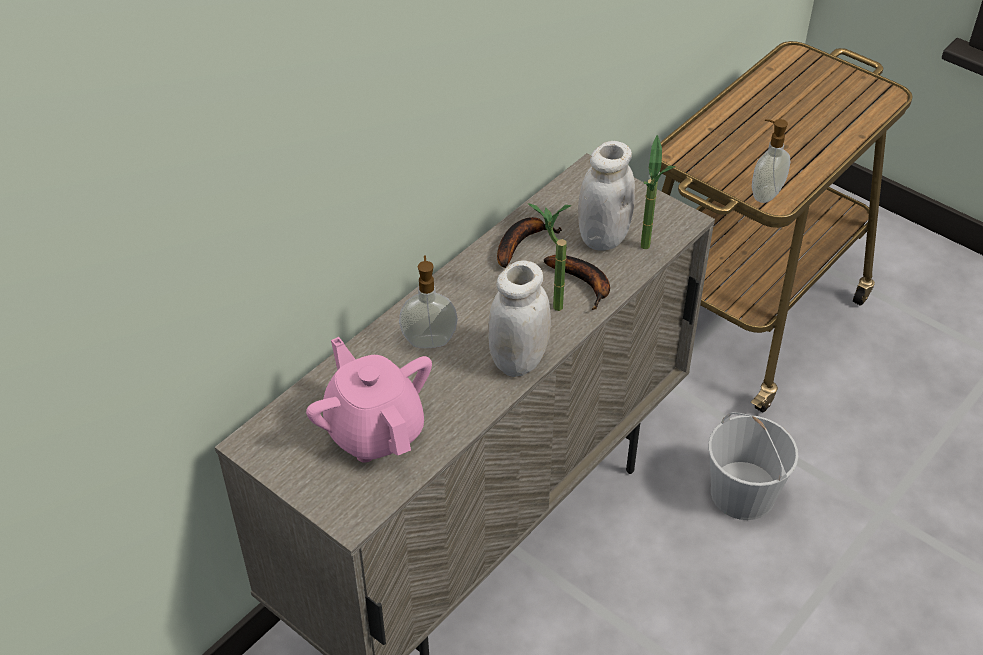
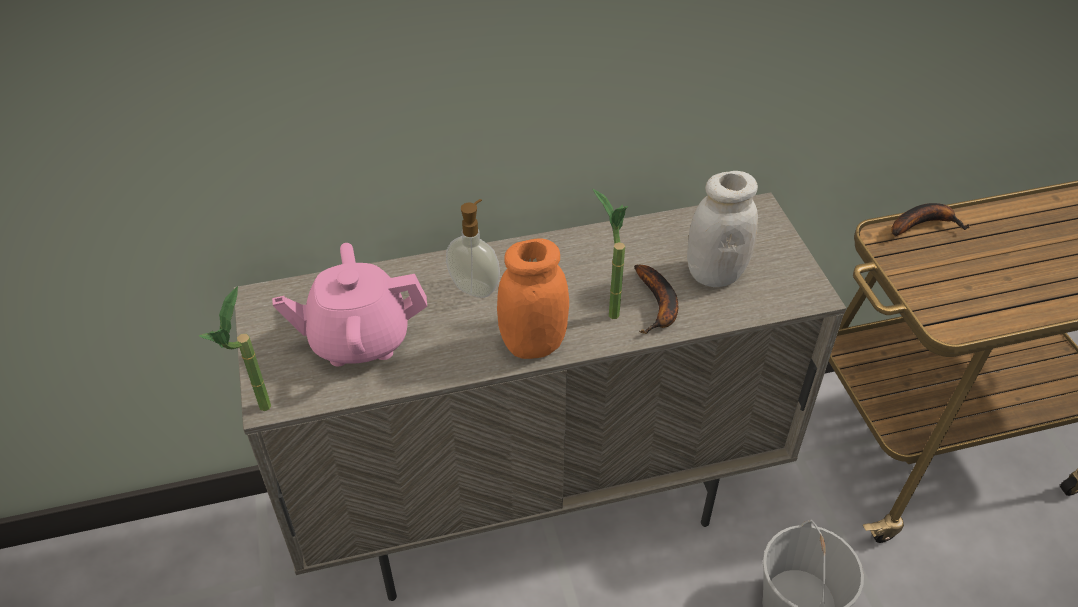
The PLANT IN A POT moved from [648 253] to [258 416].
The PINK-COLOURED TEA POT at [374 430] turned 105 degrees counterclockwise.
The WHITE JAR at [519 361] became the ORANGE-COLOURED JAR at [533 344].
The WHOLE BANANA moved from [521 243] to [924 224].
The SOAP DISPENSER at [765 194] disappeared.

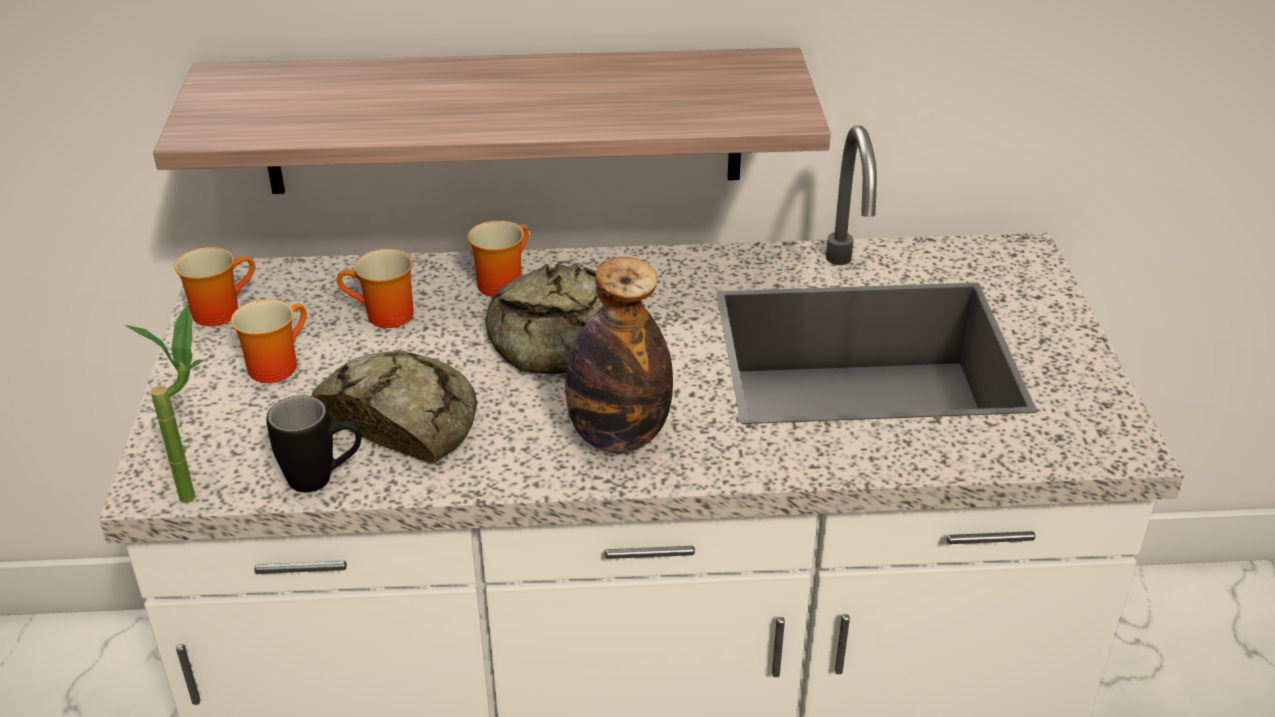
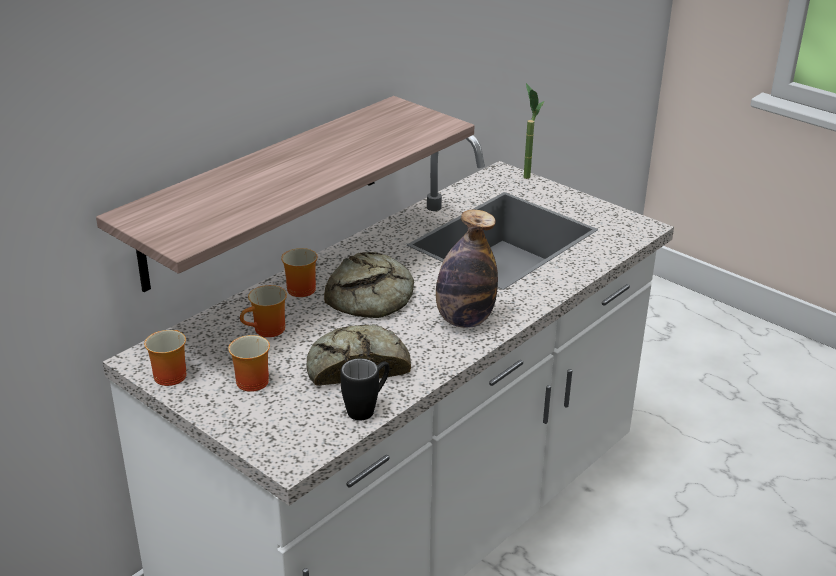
The PLANT IN A POT moved from [202 490] to [526 174].

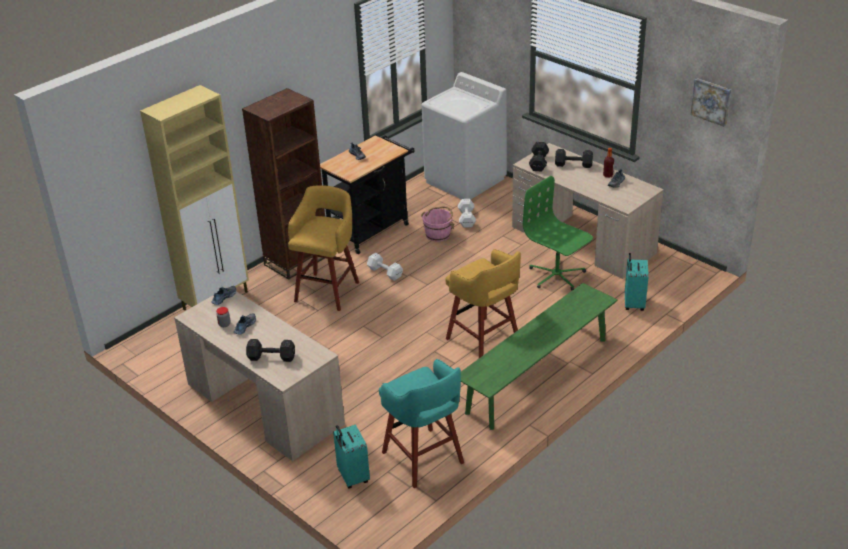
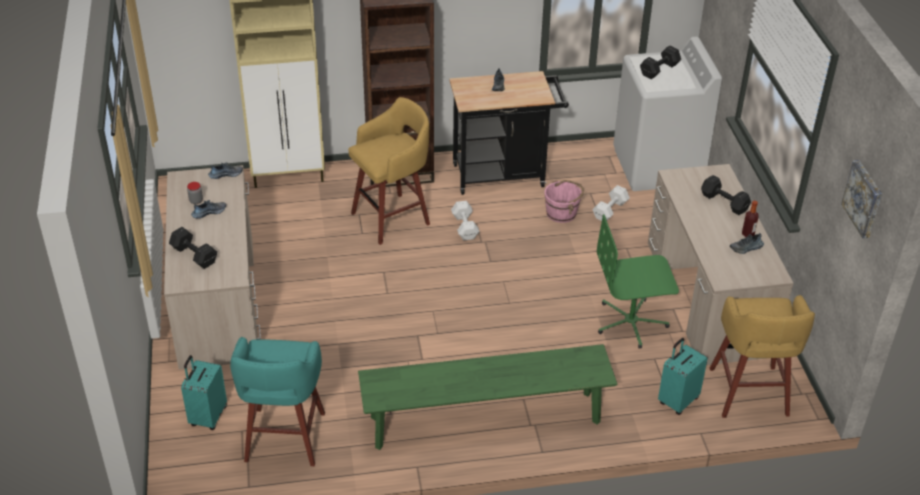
The GREEN-COLOURED COMPUTER CHAIR at [556 275] turned 90 degrees counterclockwise.
The BLACK FREE WEIGHT moved from [539 162] to [660 69].
The YELLOW-COLOURED STOOL SEAT moved from [484 342] to [749 394].

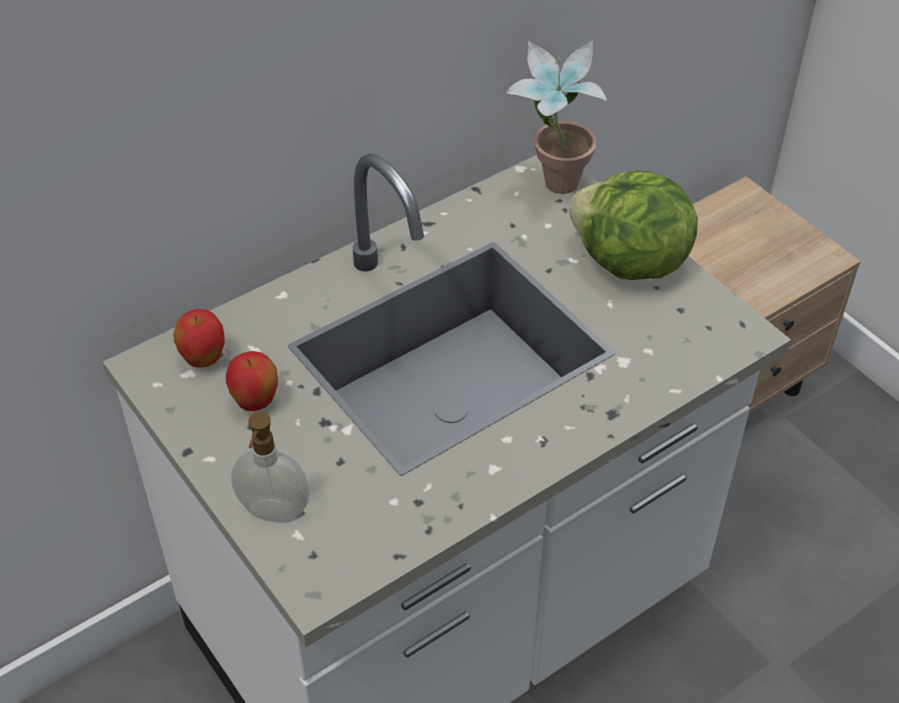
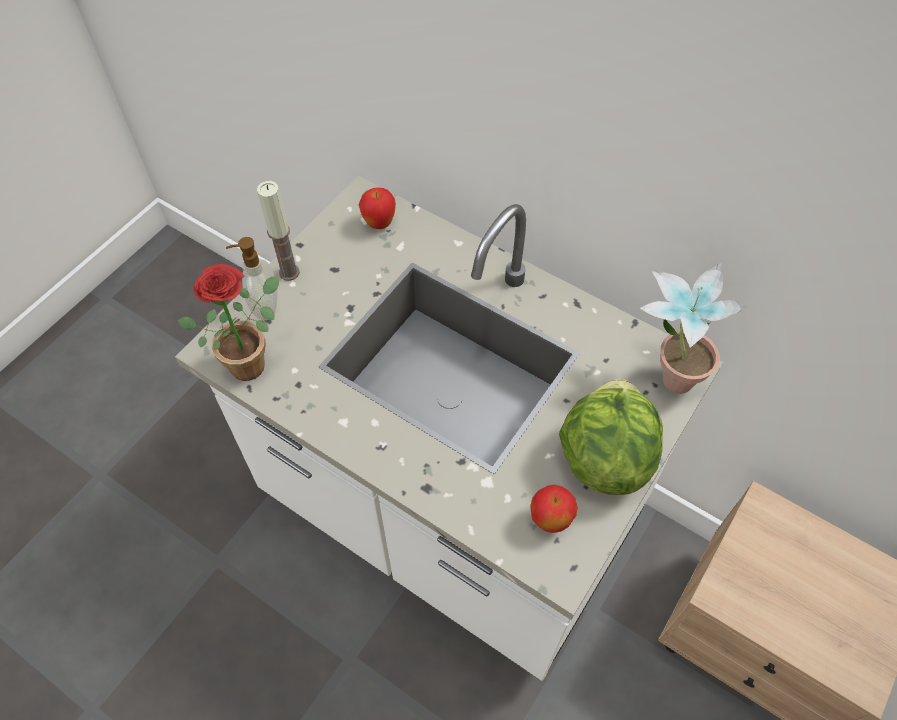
The PLANT IN A POT at [252 360] appeared.
The WAX LIGHT at [289 272] appeared.
The APPLE FRUIT moved from [255 403] to [550 520].

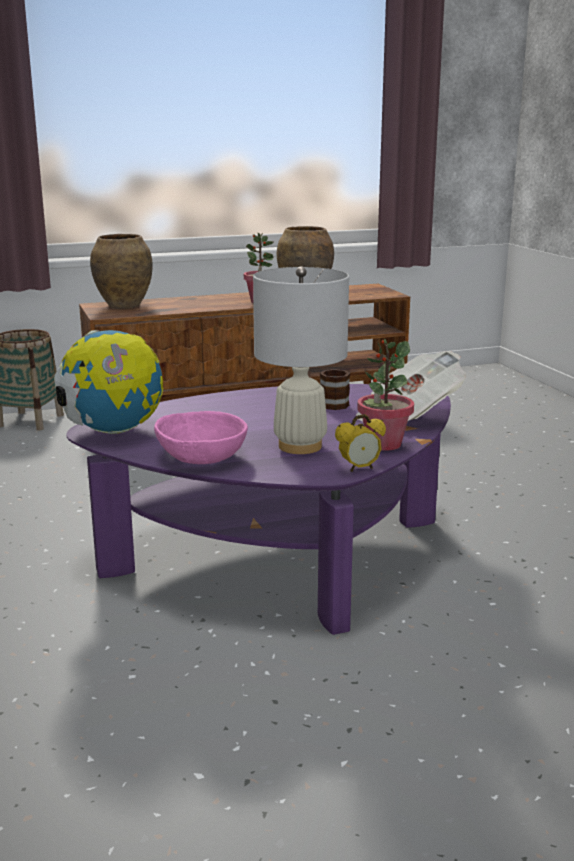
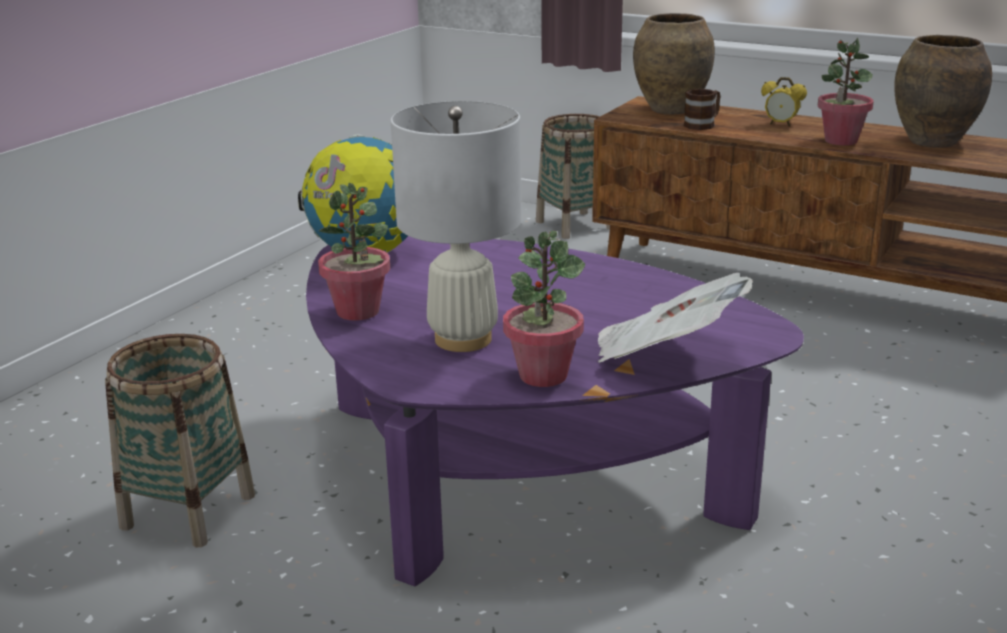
The HOUSEHOLD BASKET at [188 511] appeared.
The PINK-COLOURED BOWL at [201 457] was replaced by the PLANT IN A POT at [358 311].
The BROWN-COLOURED COFFEE MUG moved from [334 403] to [703 124].
The BEDSIDE CLOCK moved from [359 468] to [781 124].

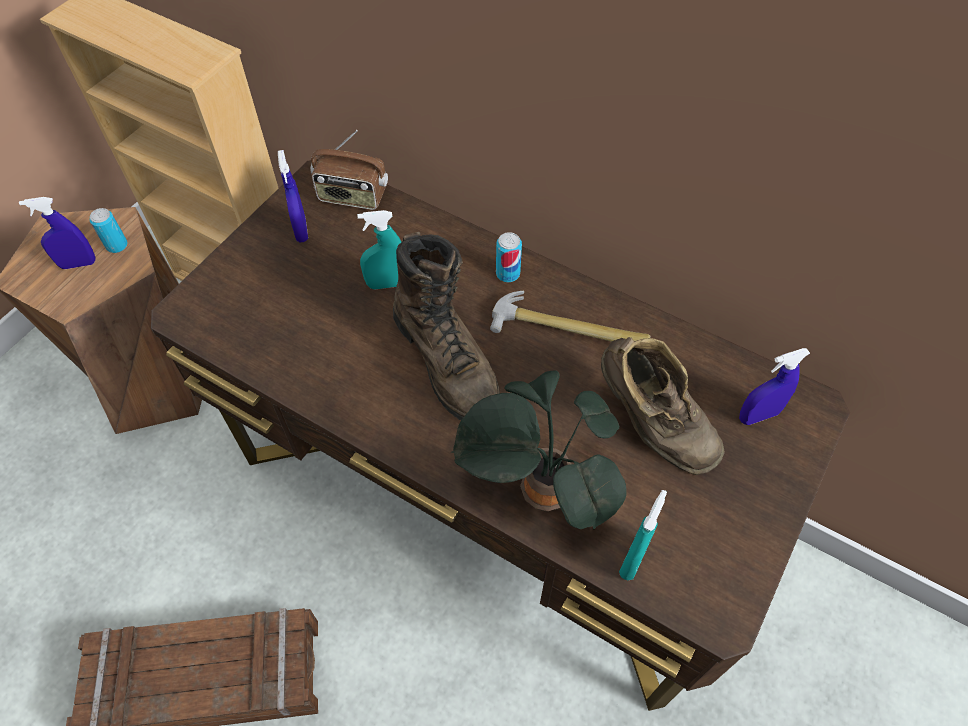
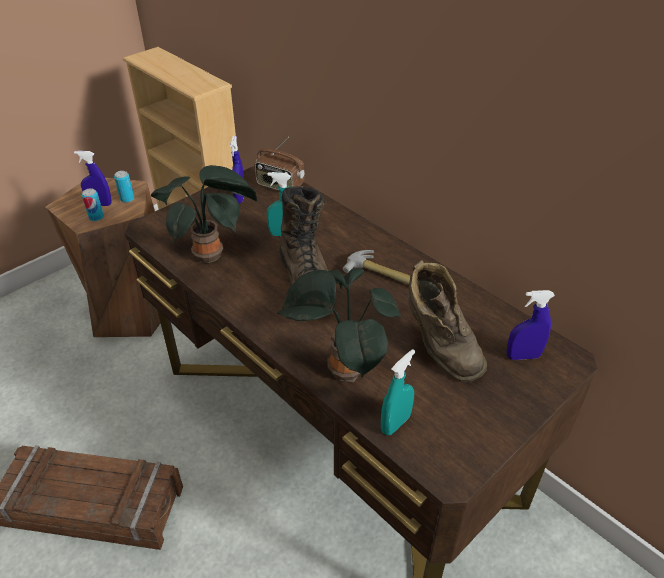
The CAN moved from [507 274] to [96 217].
The PLANT IN A POT at [212 254] appeared.

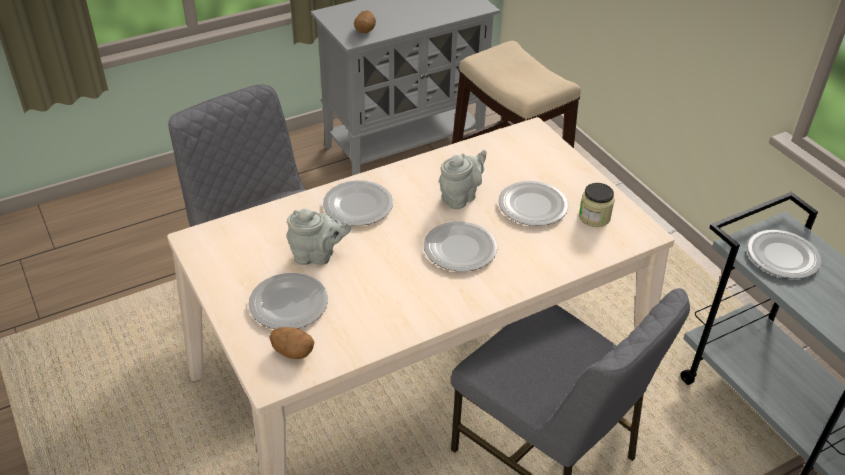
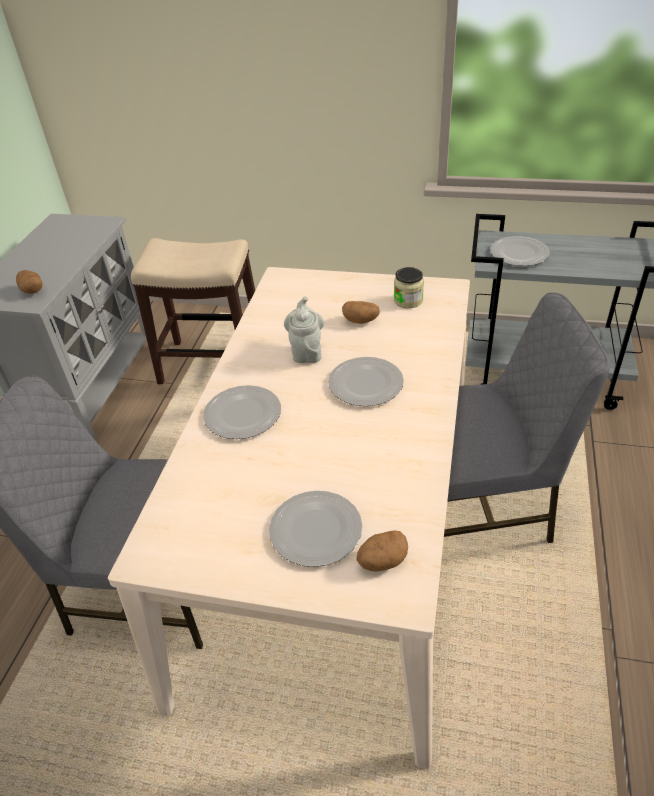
The FLAT DISH at [533 205] was replaced by the SPUD at [361 321].
The GREY TEA POT at [317 256] disappeared.

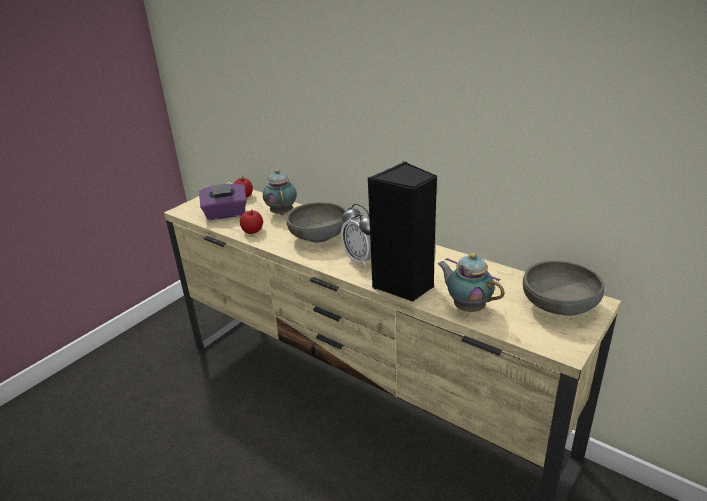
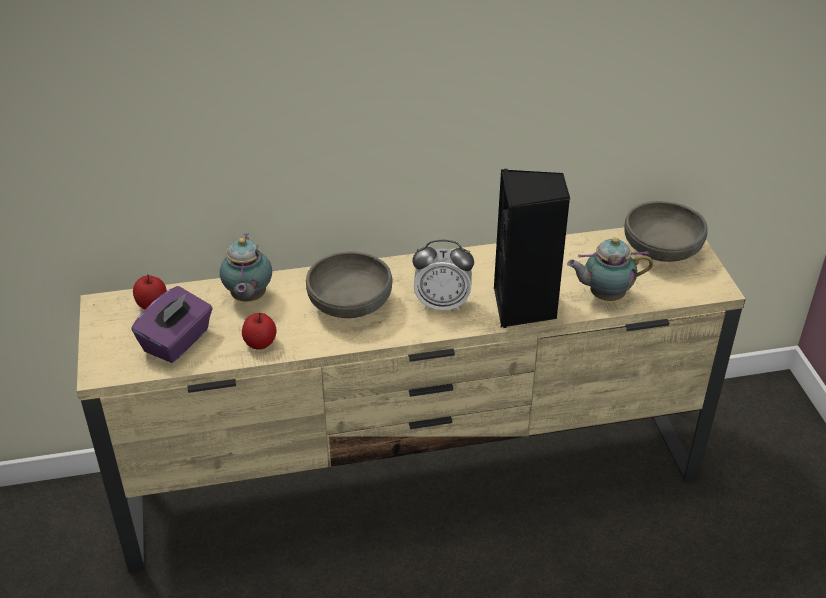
The TEA POT at [282 212] turned 120 degrees counterclockwise.

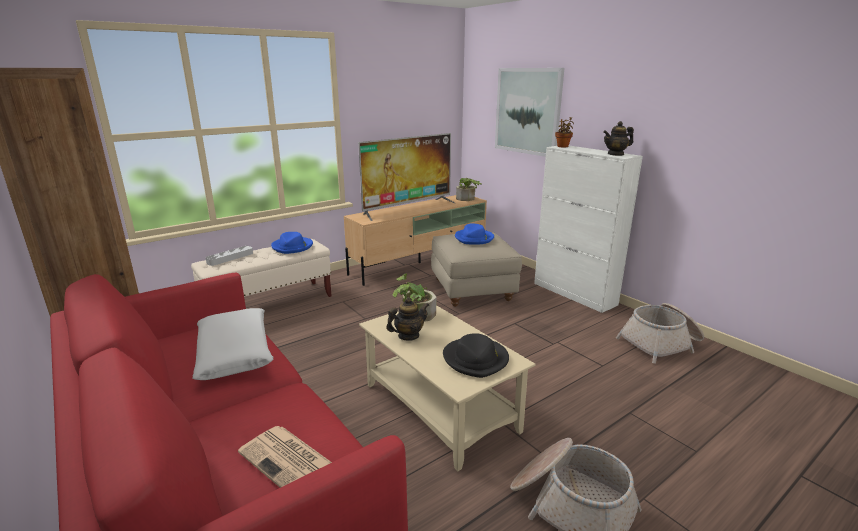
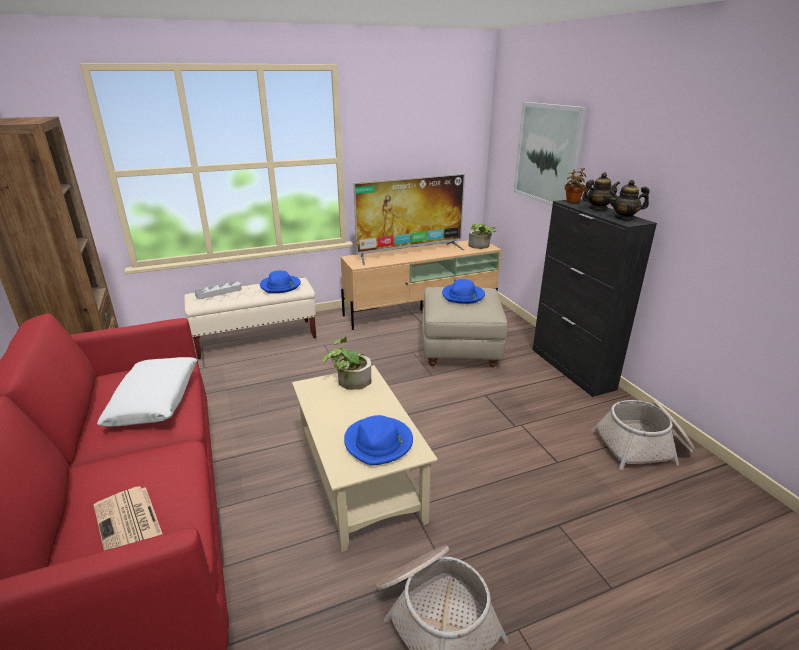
The BLACK HAT at [476 359] became the BLUE HAT at [379 443].
The WHITE CUPBOARD at [574 294] became the BLACK CUPBOARD at [572 369].
The TEA POT moved from [408 336] to [597 209].

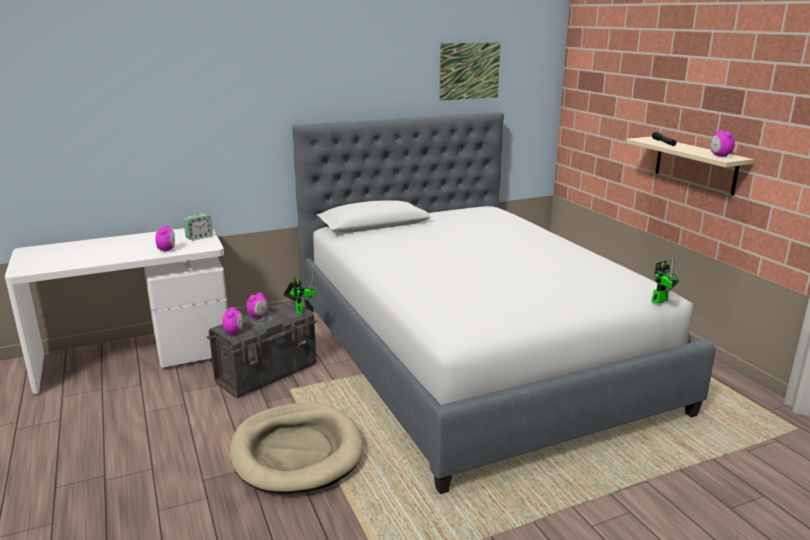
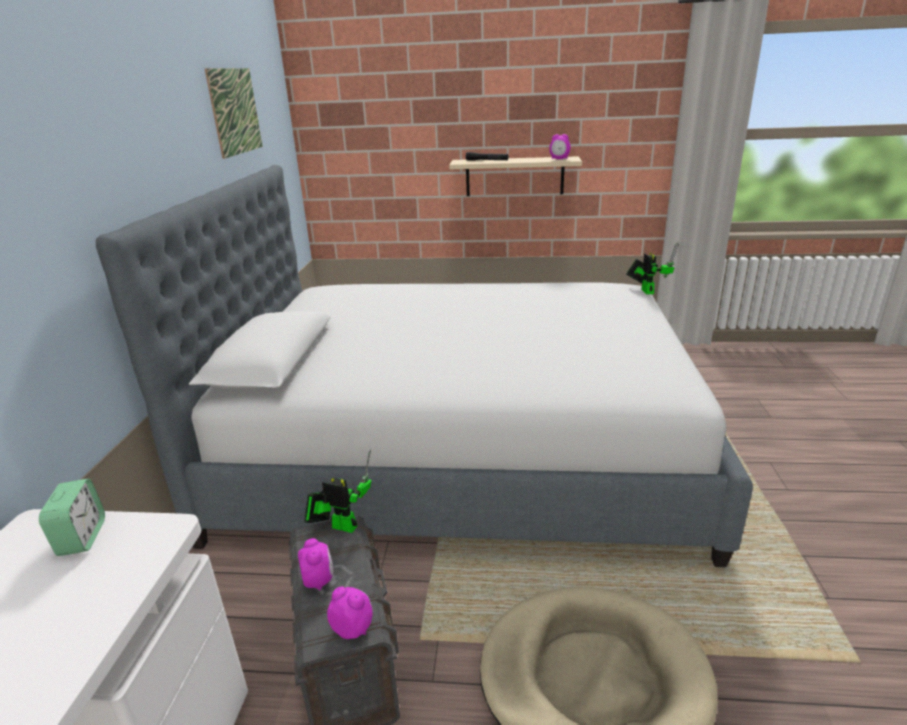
The BEDSIDE CLOCK at [167 250] disappeared.

